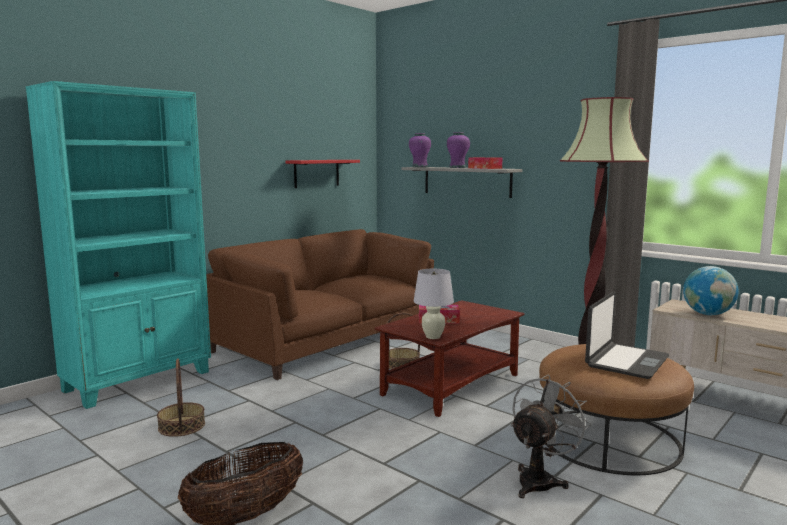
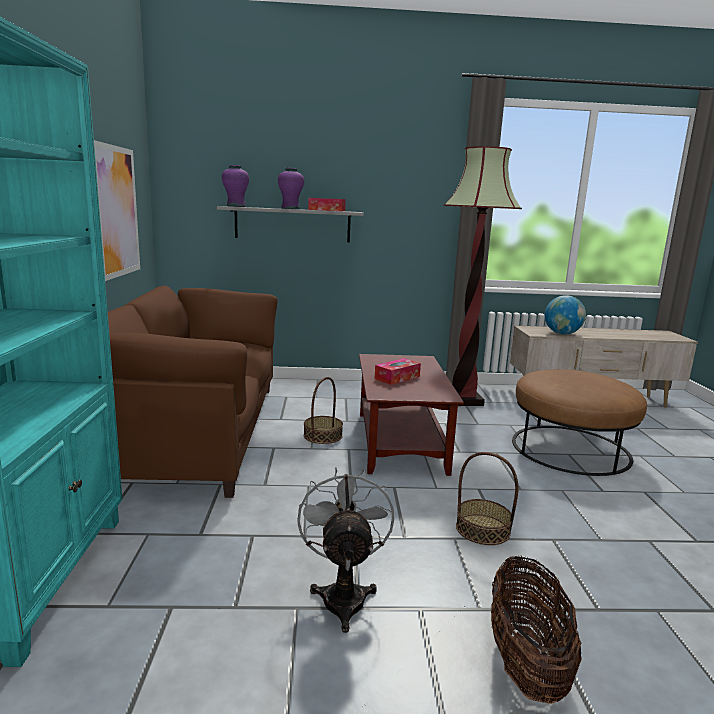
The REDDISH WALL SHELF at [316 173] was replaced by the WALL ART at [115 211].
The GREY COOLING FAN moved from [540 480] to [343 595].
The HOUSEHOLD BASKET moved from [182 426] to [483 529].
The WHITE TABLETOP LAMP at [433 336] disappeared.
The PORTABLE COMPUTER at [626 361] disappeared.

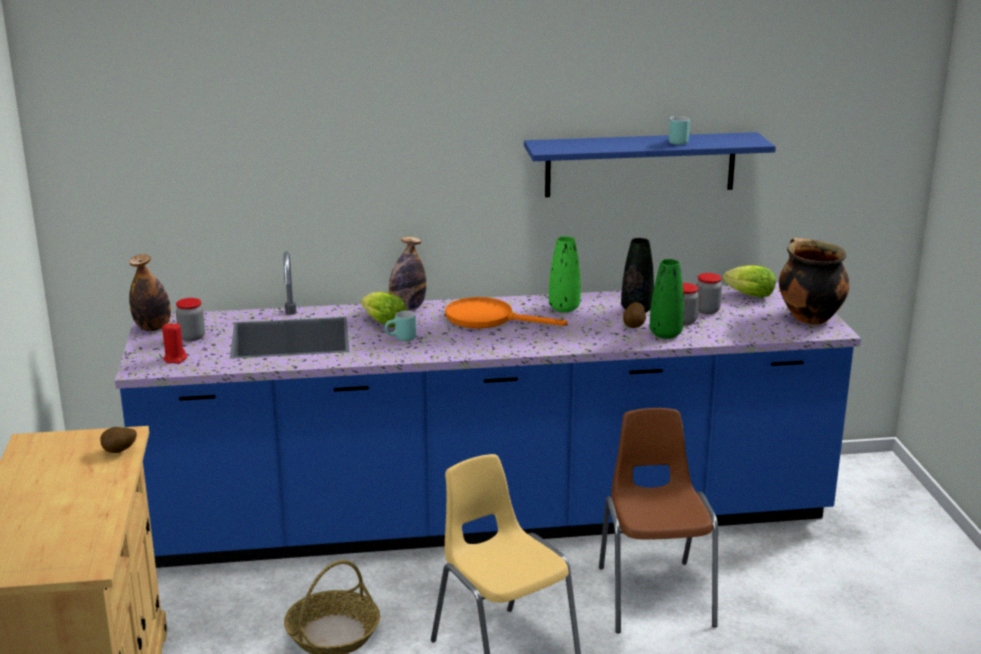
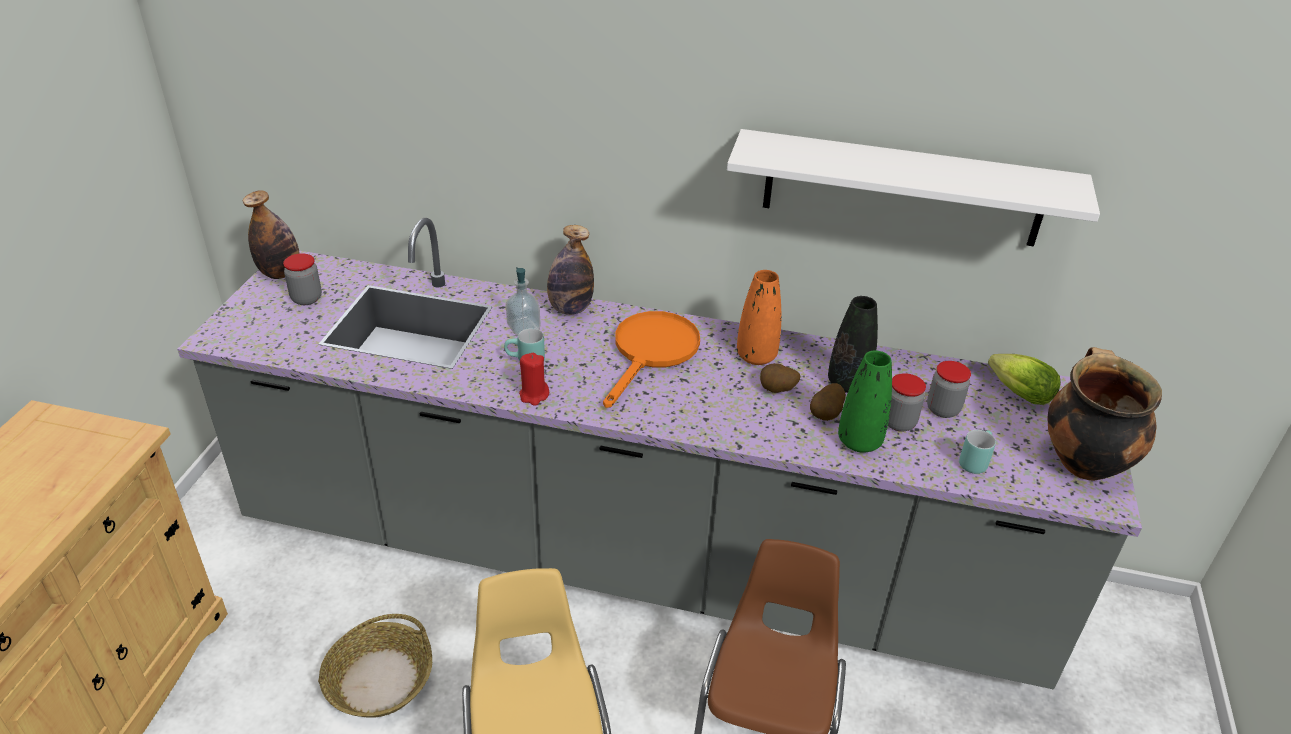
The BLUE COUNTER at [490 519] became the GREY COUNTER at [638 559].
The LETTUCE HEAD at [382 323] was replaced by the SOAP DISPENSER at [523 327].
The REDDISH WAX LIGHT moved from [175 359] to [534 395].
The ORANGE-COLOURED PAN at [489 319] turned 75 degrees clockwise.
The BLUE WALL SHELF at [640 164] became the WHITE WALL SHELF at [902 188].
The GREEN-COLOURED VASE at [564 308] became the ORANGE-COLOURED VASE at [756 356].
The SPUD moved from [119 452] to [777 391].
The TURQUOISE COFFEE MUG moved from [677 141] to [973 461].

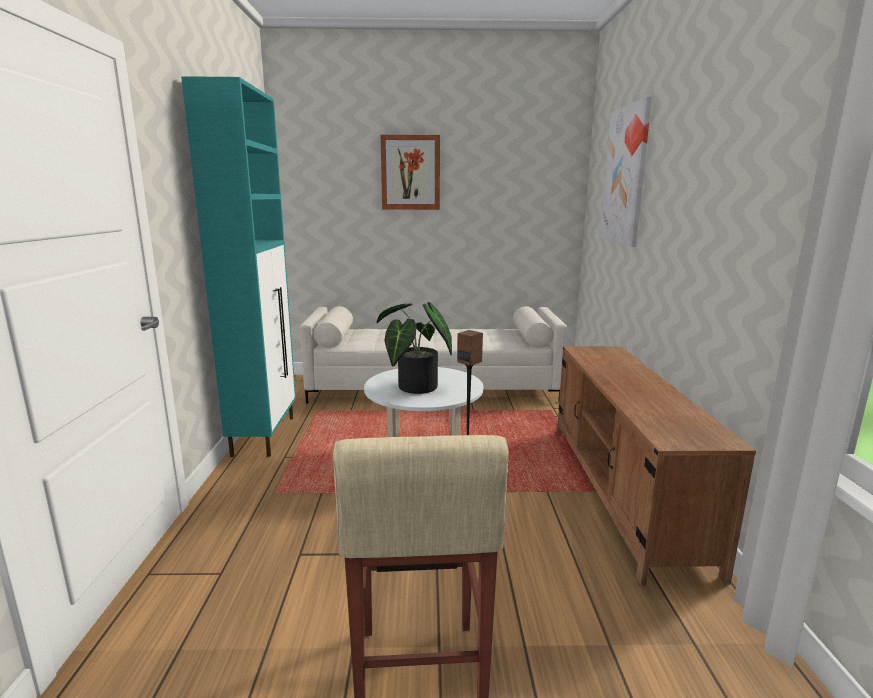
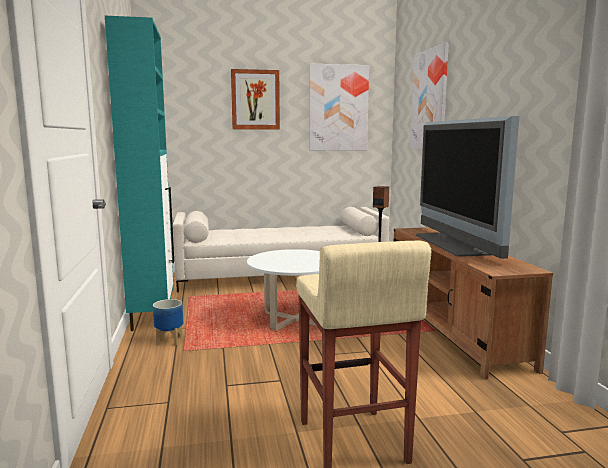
The PLANT POT at [169 340] appeared.
The WALL ART at [338 108] appeared.
The TV at [454 244] appeared.
The PLANT IN A POT at [413 388] disappeared.

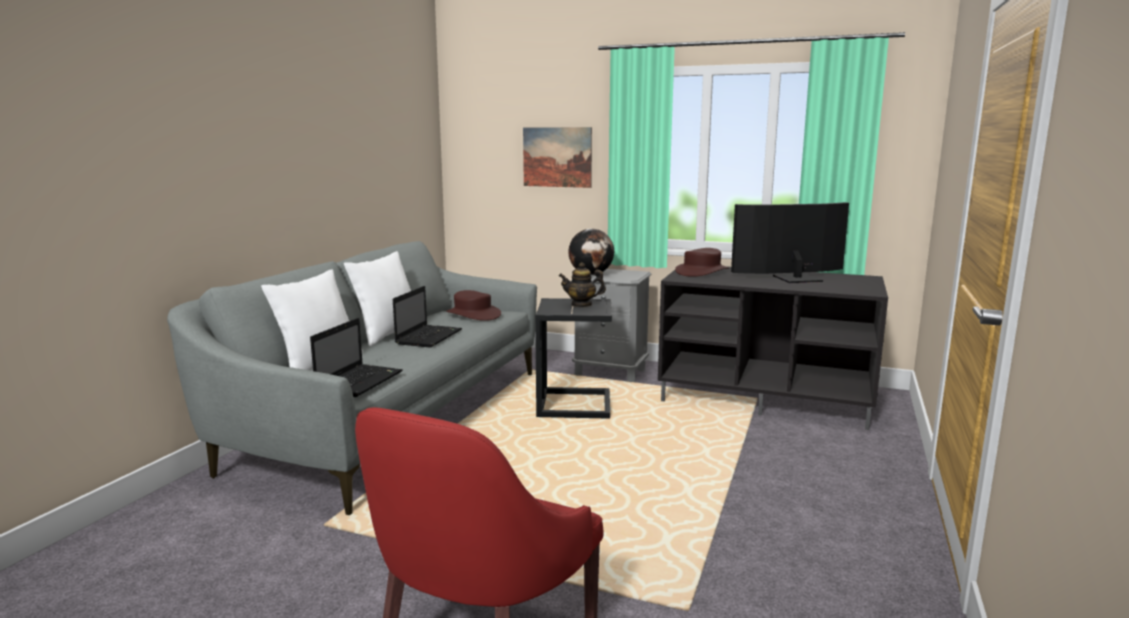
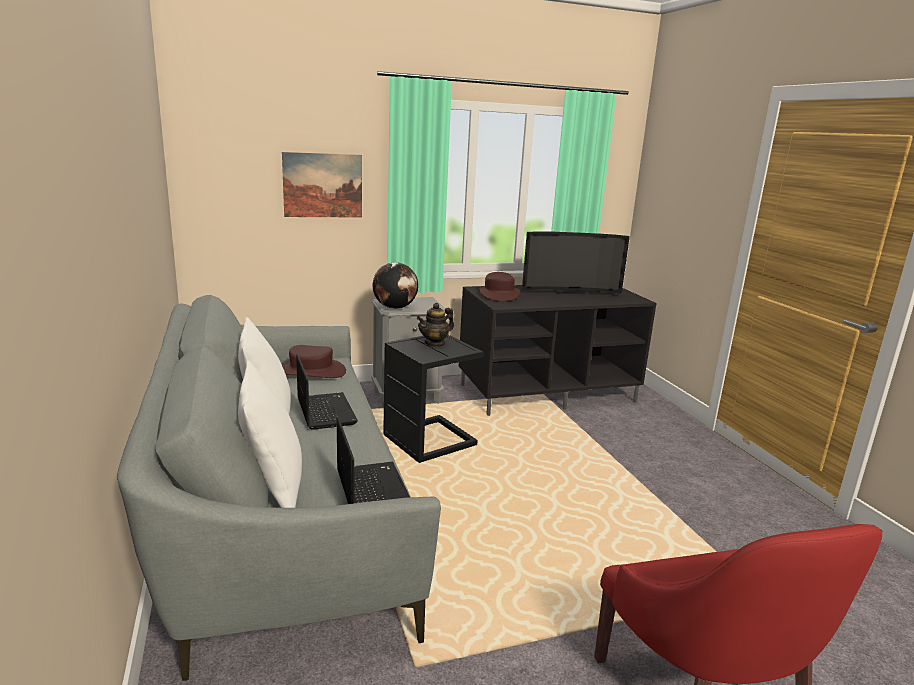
The TV at [794 277] turned 135 degrees counterclockwise.

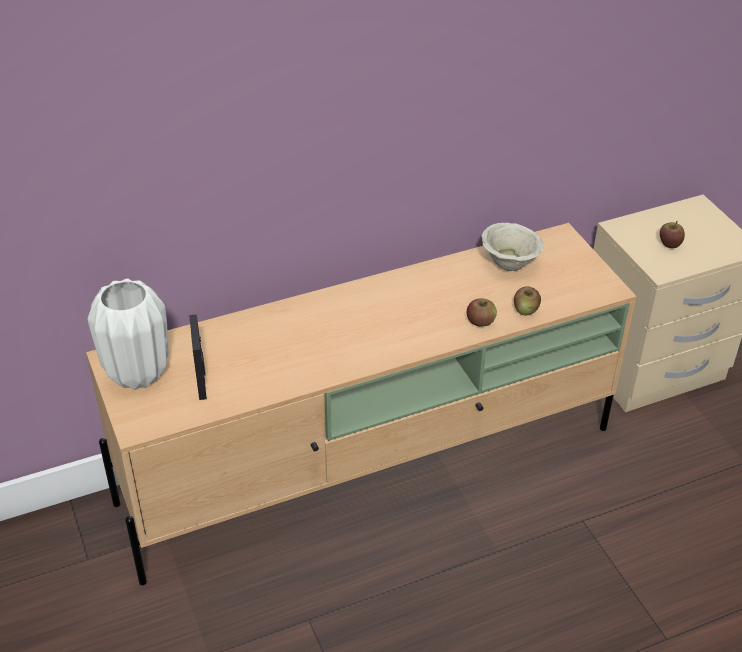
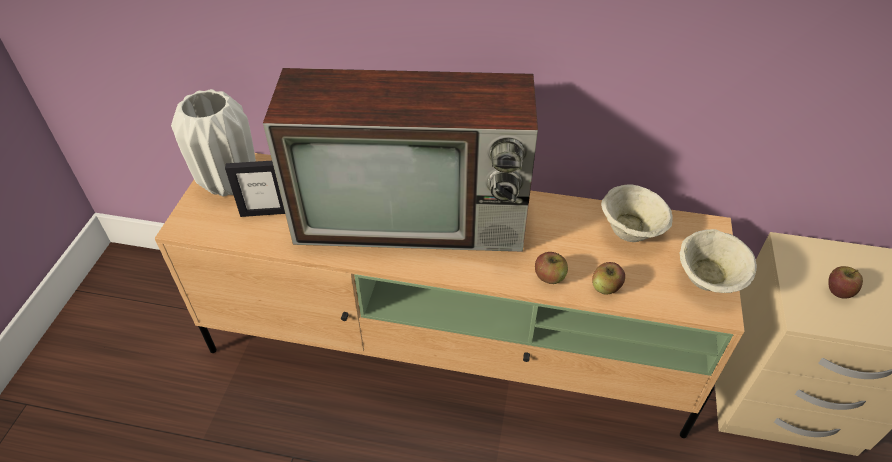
The PHOTO FRAME at [201 381] turned 120 degrees counterclockwise.
The TV at [415 217] appeared.
The BEIGE BOWL at [708 280] appeared.

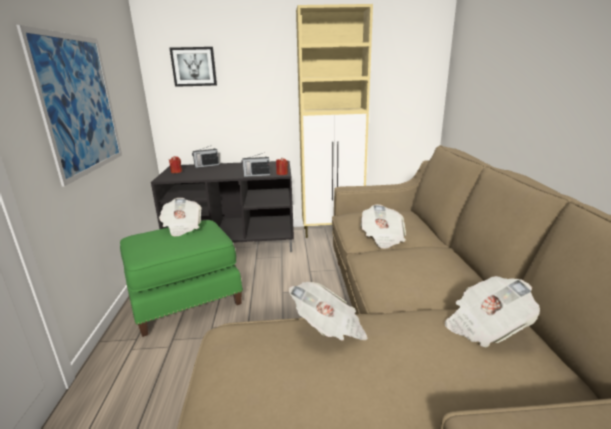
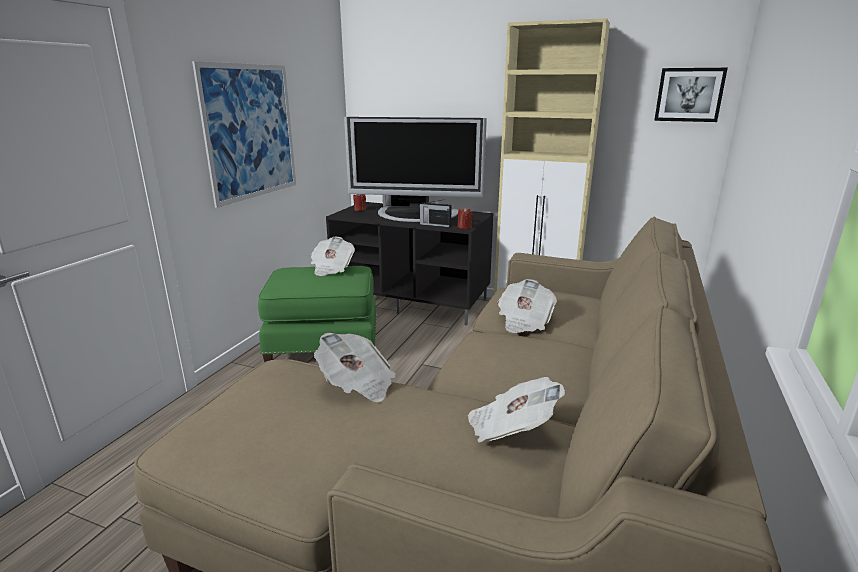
The TV at [416 214] appeared.
The WALL ART moved from [194 66] to [689 95].

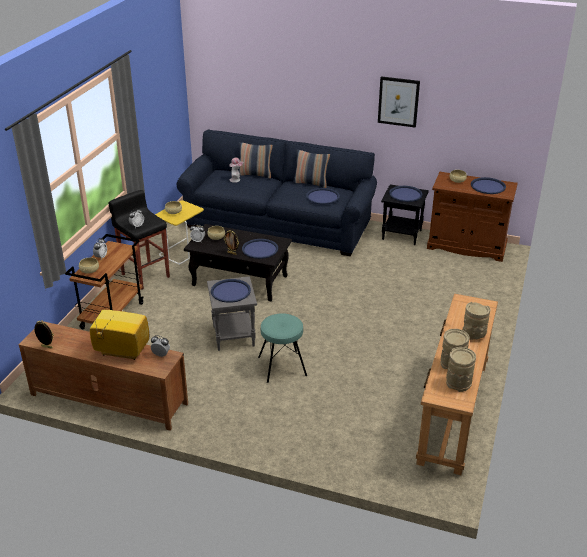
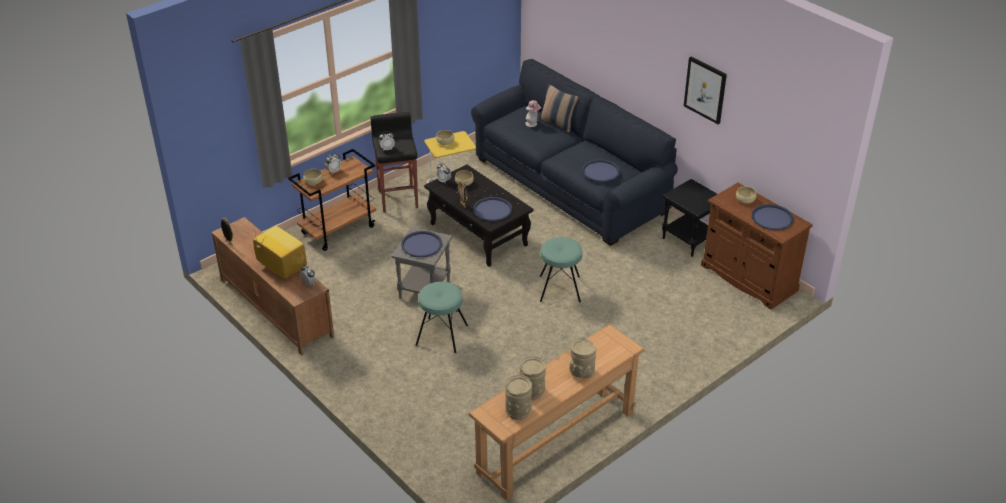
The TURQUOISE STOOL SEAT at [559 289] appeared.
The THROW PILLOW at [311 183] disappeared.
The BLUE SERVING TRAY at [405 194] disappeared.

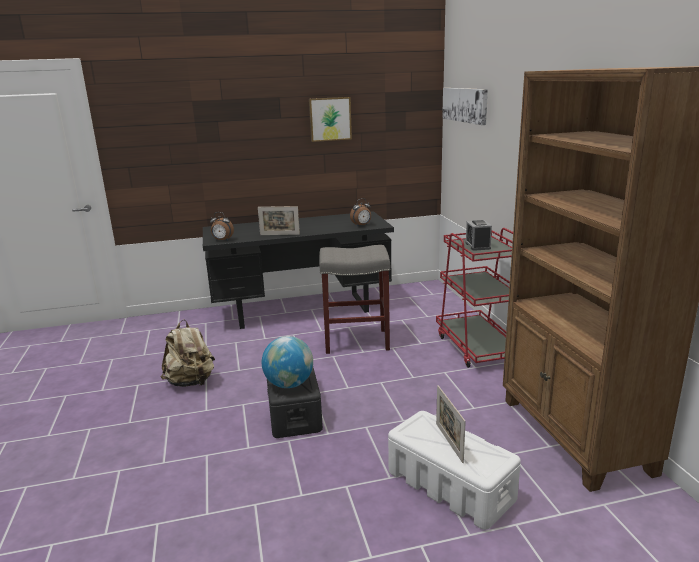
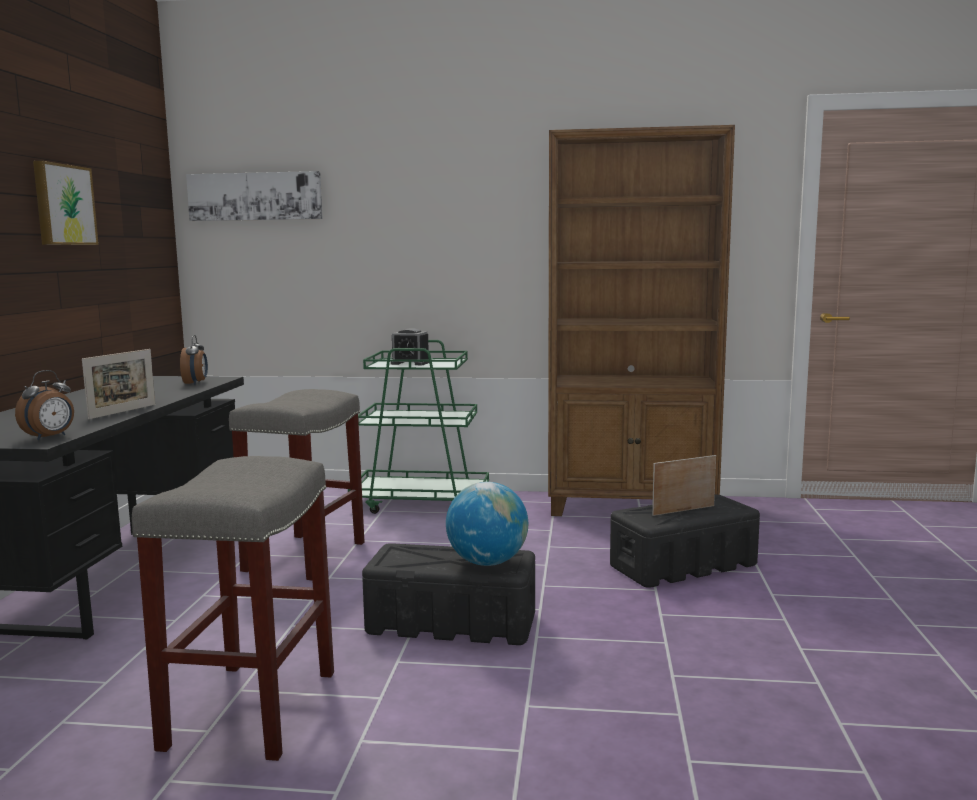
The BEIGE BACKPACK at [191 382] was replaced by the GREY STOOL SEAT at [251 707].
The REDDISH CART at [477 347] became the GREEN-COLOURED CART at [421 503].
The WHITE STORAGE BIN at [449 485] became the BLACK STORAGE BIN at [682 565].
The PHOTO FRAME at [449 442] turned 150 degrees clockwise.

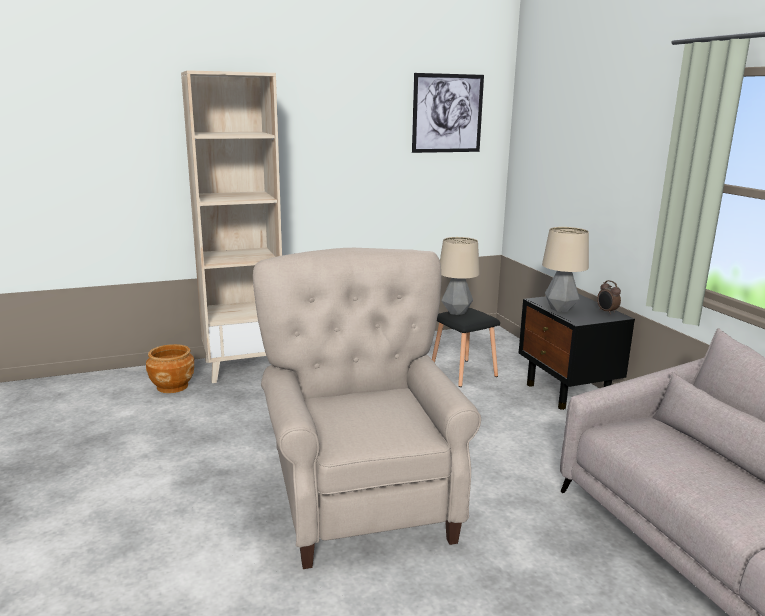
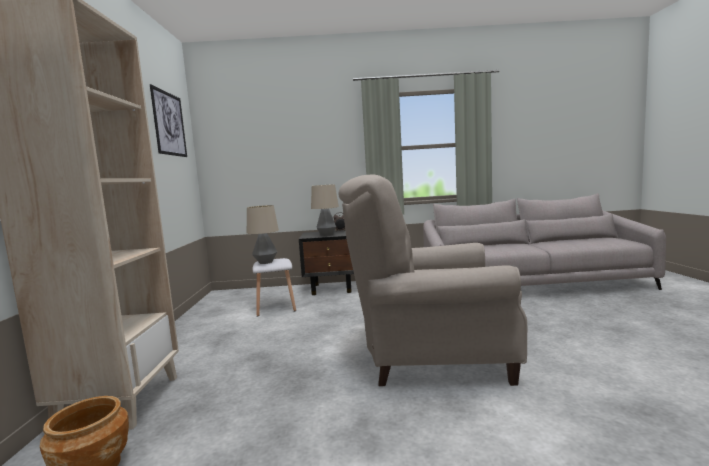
The BLACK STOOL SEAT at [464 373] became the WHITE STOOL SEAT at [276 307].

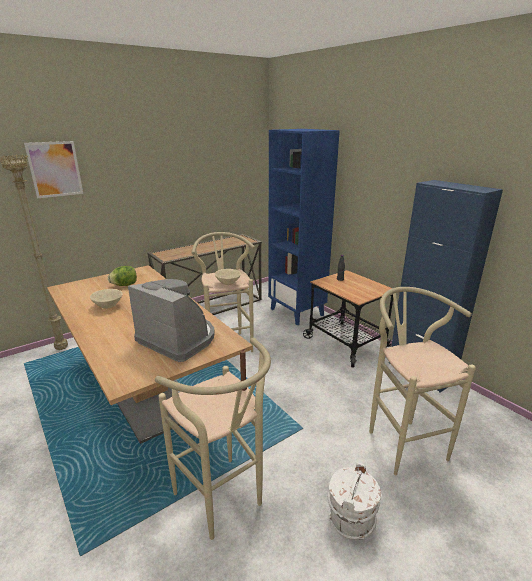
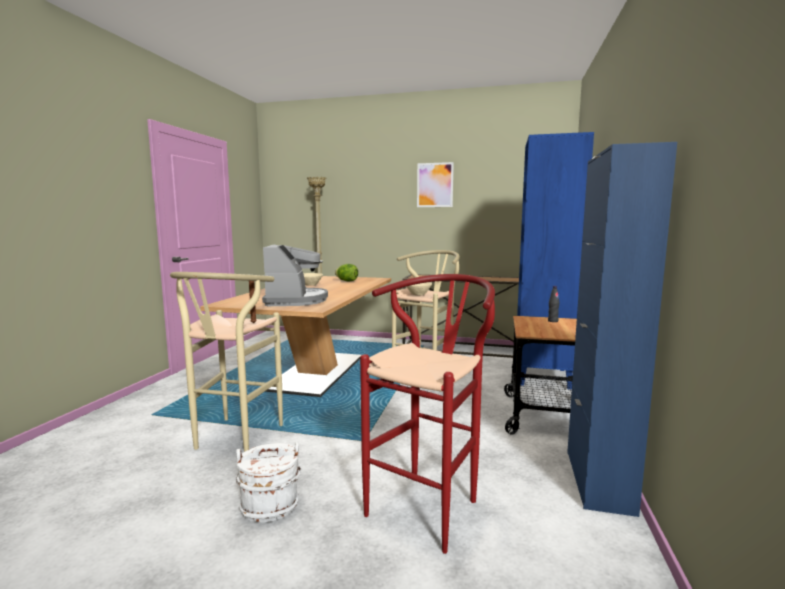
The BEIGE STOOL SEAT at [401 440] became the REDDISH STOOL SEAT at [429 504].
The WALL ART moved from [55 169] to [435 185].

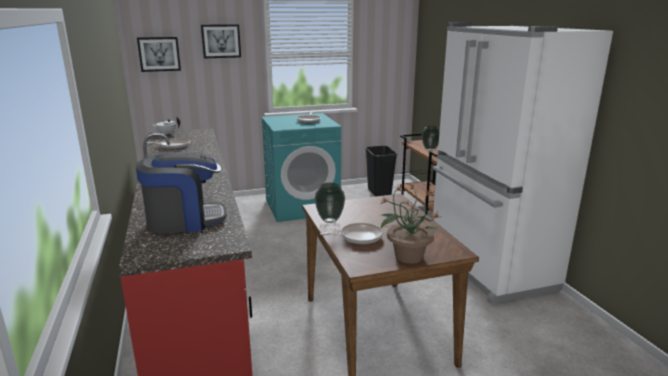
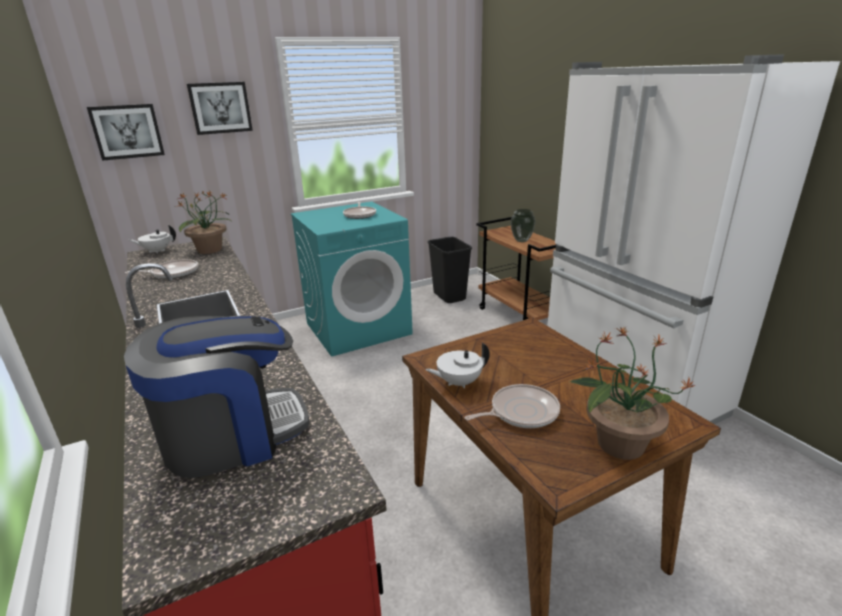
The PLANT IN A POT at [210 250] appeared.
The VASE at [329 220] was replaced by the WHITE TEA POT at [458 382].

